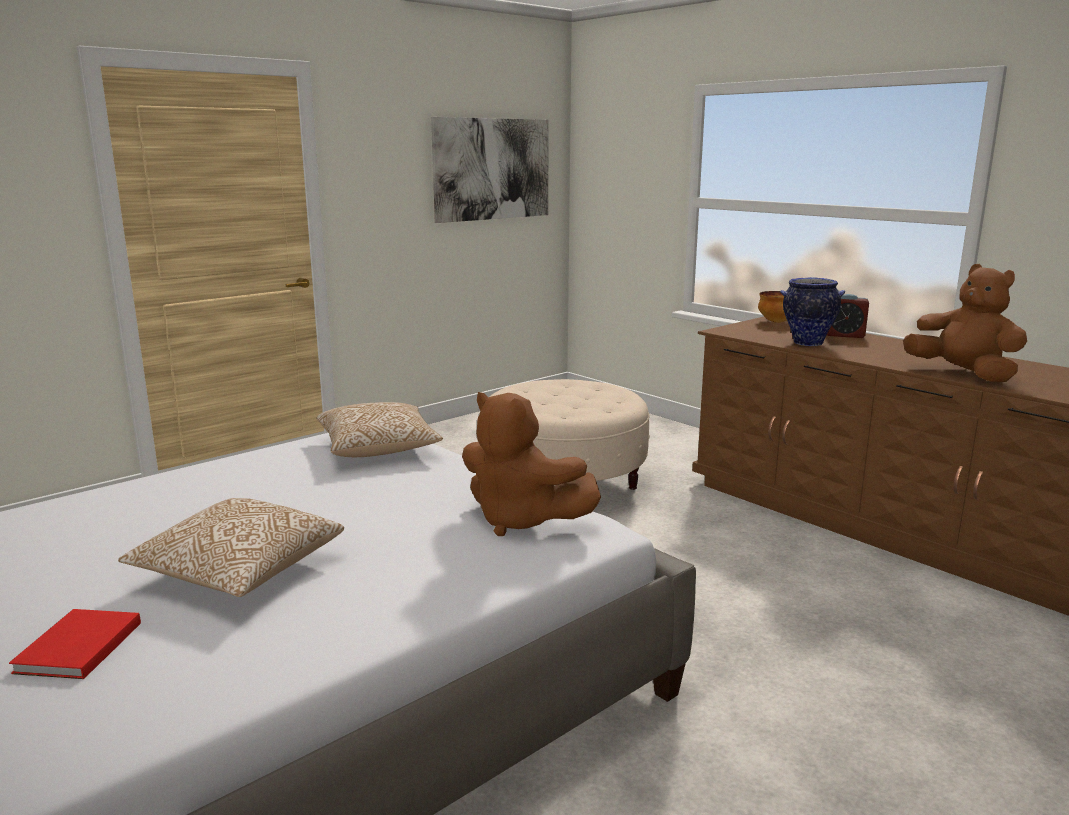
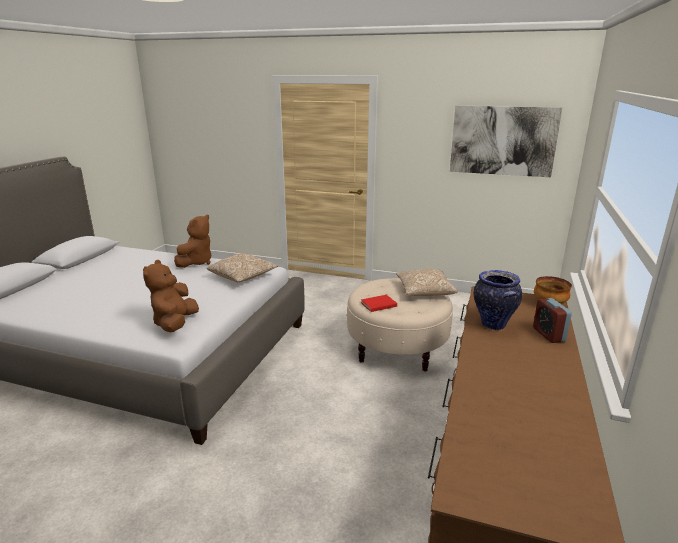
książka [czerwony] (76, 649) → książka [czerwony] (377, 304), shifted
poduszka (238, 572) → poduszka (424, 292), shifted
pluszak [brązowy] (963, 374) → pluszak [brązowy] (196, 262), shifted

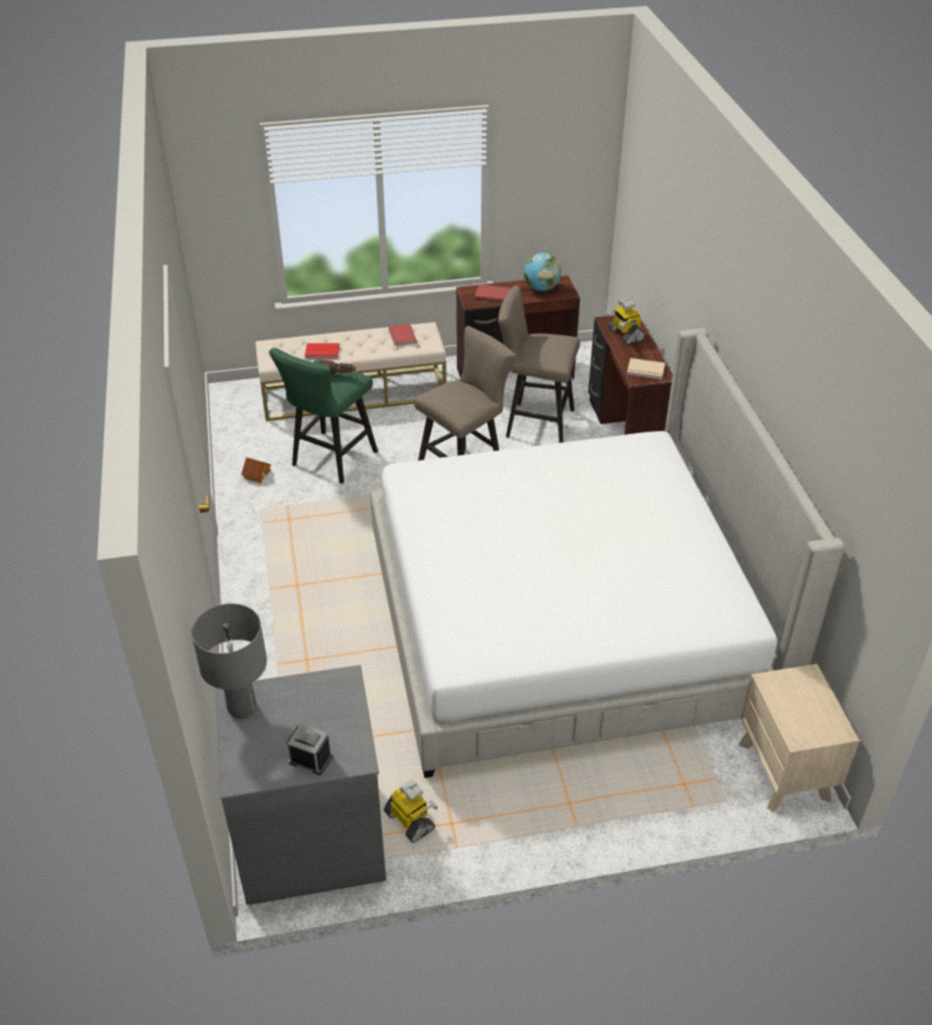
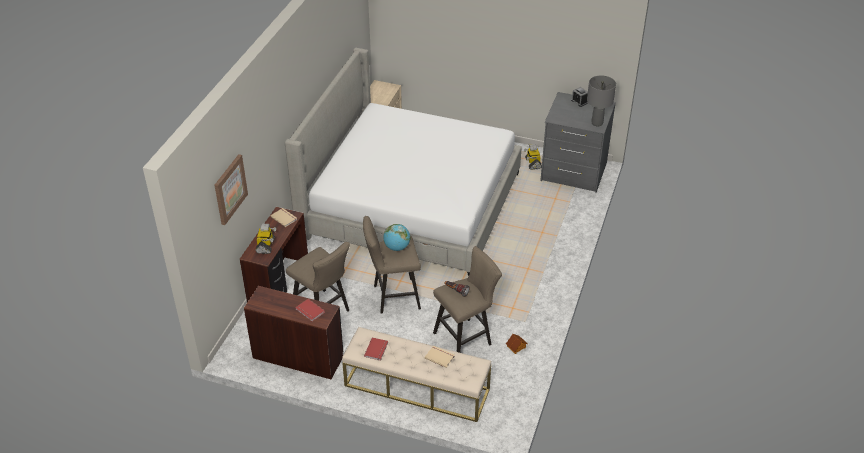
stołek [zielony] (330, 461) → stołek [beżowy] (466, 338)
książka [czerwony] (322, 353) → książka [beżowy] (440, 357)
globus (541, 288) → globus (397, 247), shifted
- → obraz (230, 189)

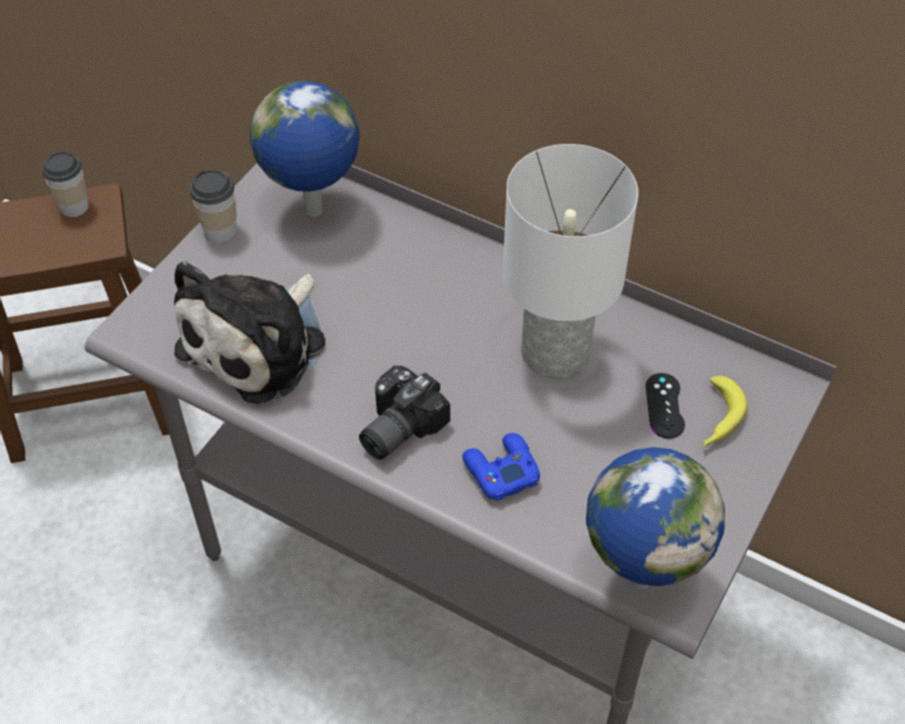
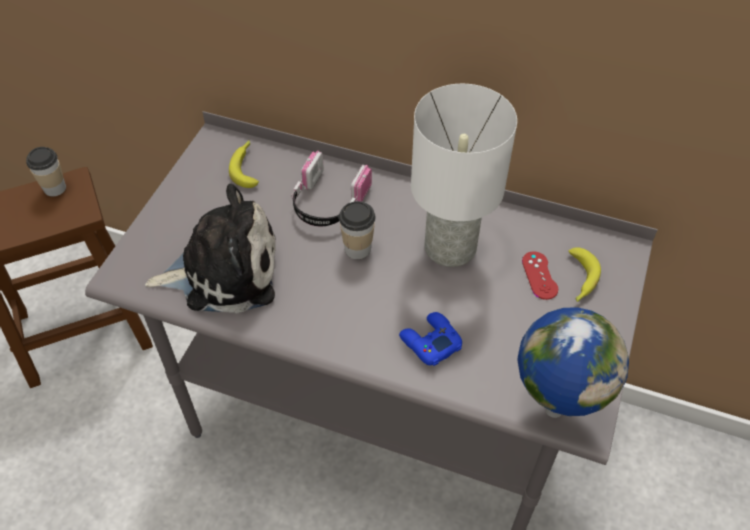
pluszak (259, 343) → pluszak (224, 271), 120 degrees counterclockwise
filiżanka (220, 231) → filiżanka (357, 249), shifted
globus (314, 212) → banan (246, 167)
aparat fotograficzny (395, 427) → -
pad do gier [czarny] (664, 406) → pad do gier [czerwony] (539, 275)
- → słuchawki (328, 203)

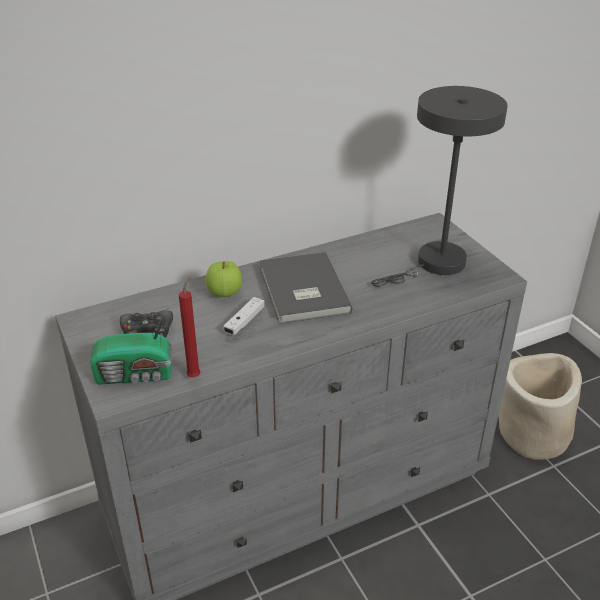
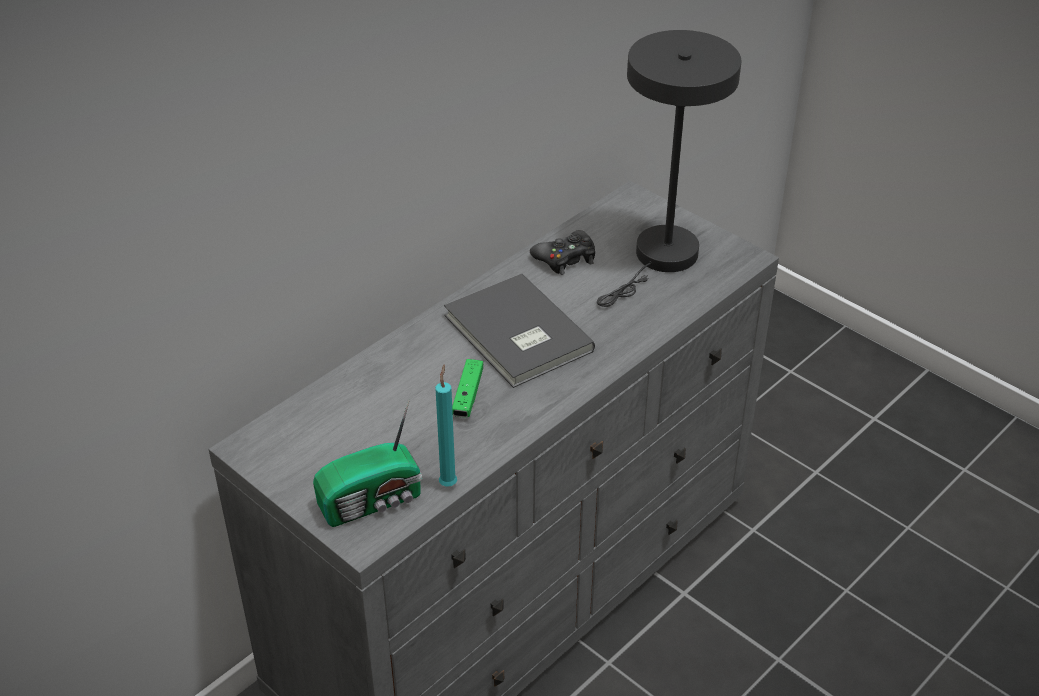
pad do gier [czarny] (147, 331) → pad do gier [czarny] (565, 258), shifted
świeca [czerwony] (195, 375) → świeca [turkusowy] (448, 482)
jabłko (224, 293) → -
pad do gier [biały] (244, 321) → pad do gier [zielony] (468, 395)
donica [beżowy] (532, 434) → -

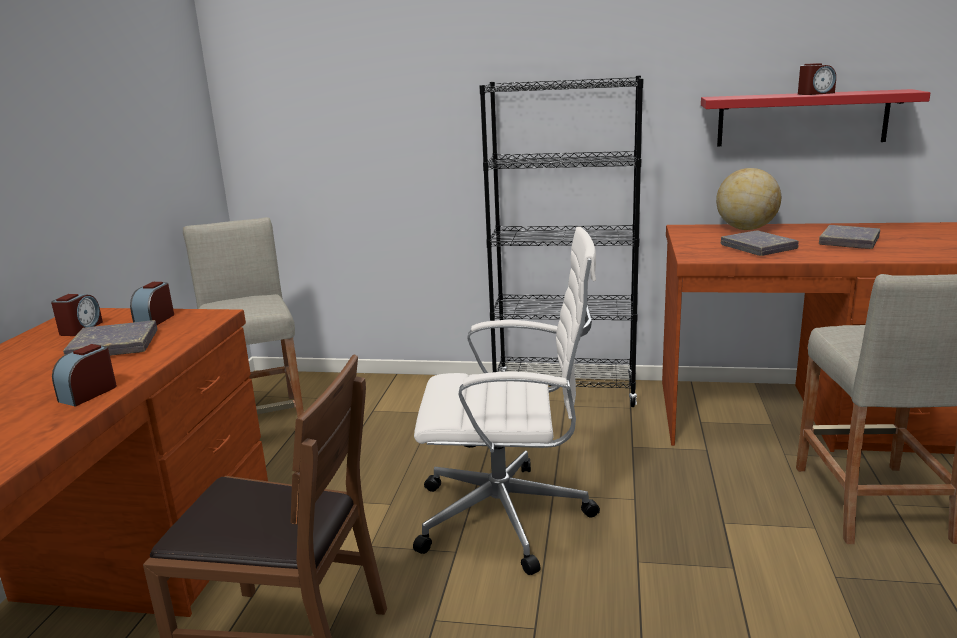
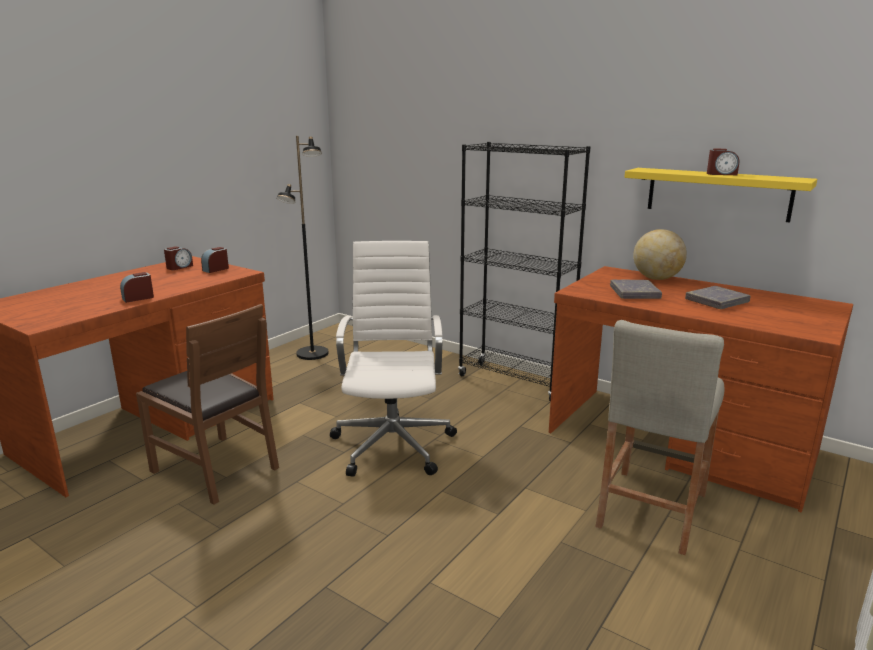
książka [szary] (114, 346) → -
stołek [beżowy] (260, 424) → lampa stojąca [czarny] (312, 354)
krzesło biurowe [biały] (508, 517) → krzesło biurowe [biały] (393, 443), 120 degrees counterclockwise
półka [czerwony] (801, 118) → półka [żółty] (718, 194)

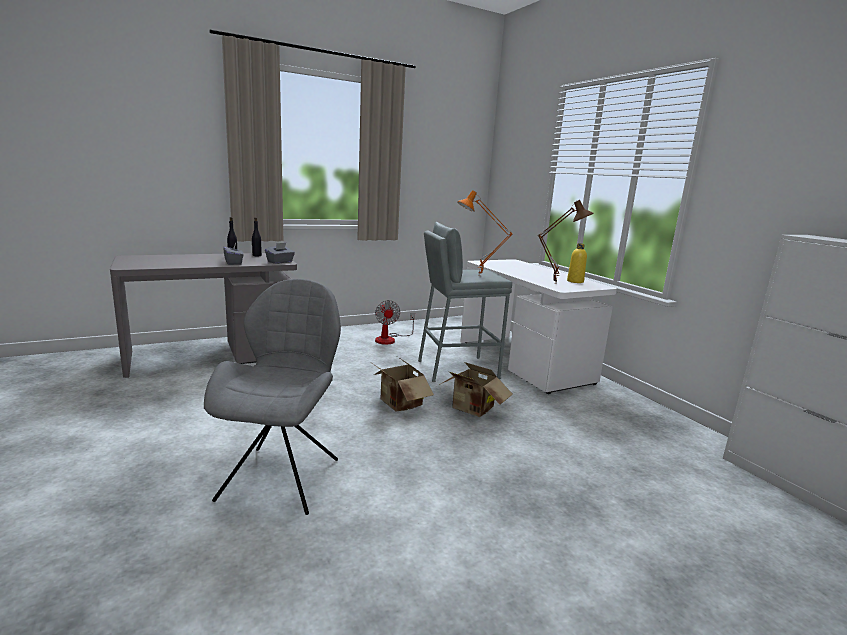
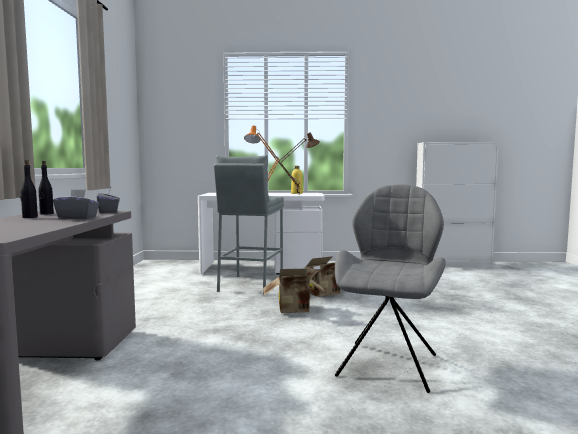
krzesło [szary] (282, 476) → krzesło [szary] (388, 363), 75 degrees clockwise
wentylator (390, 339) → -

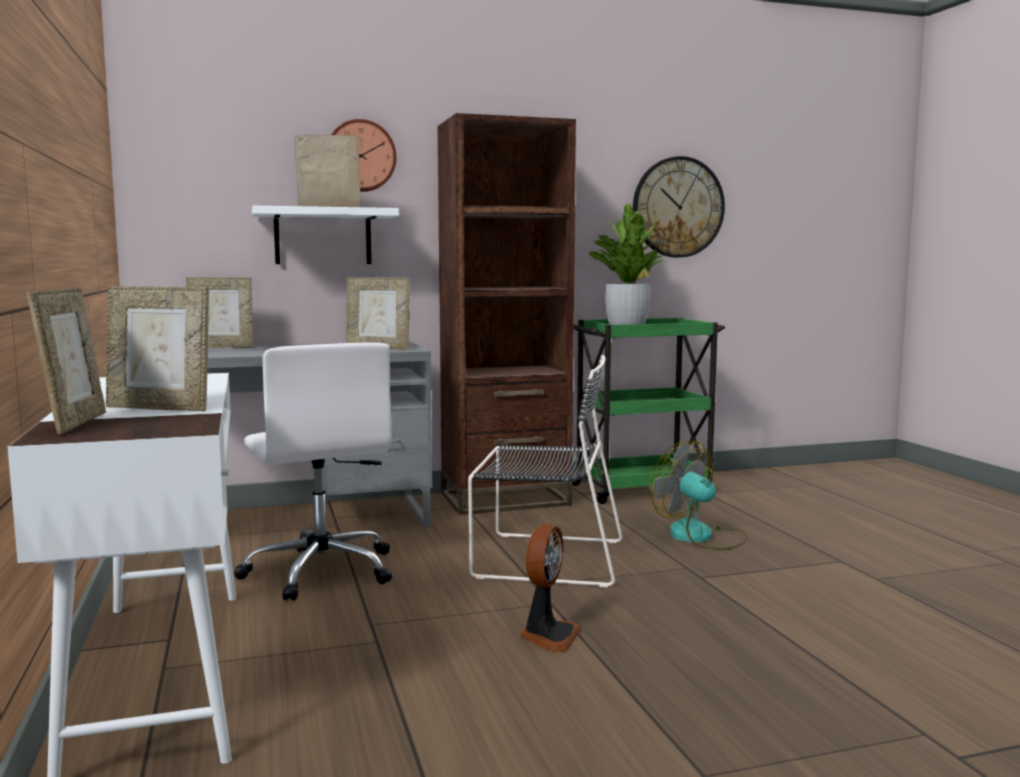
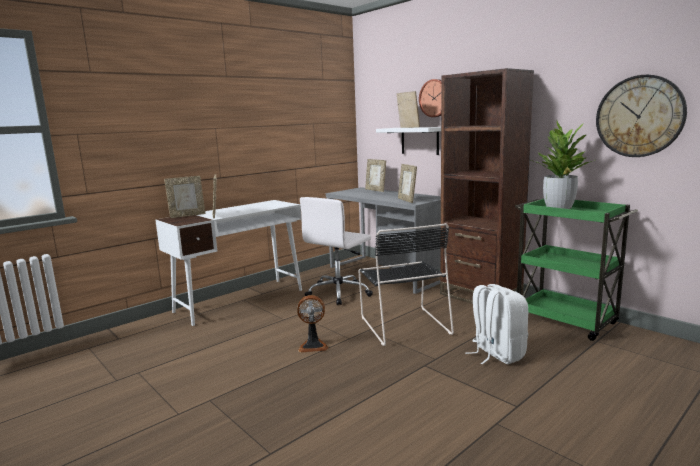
wentylator (701, 537) → plecak [biały] (496, 354)

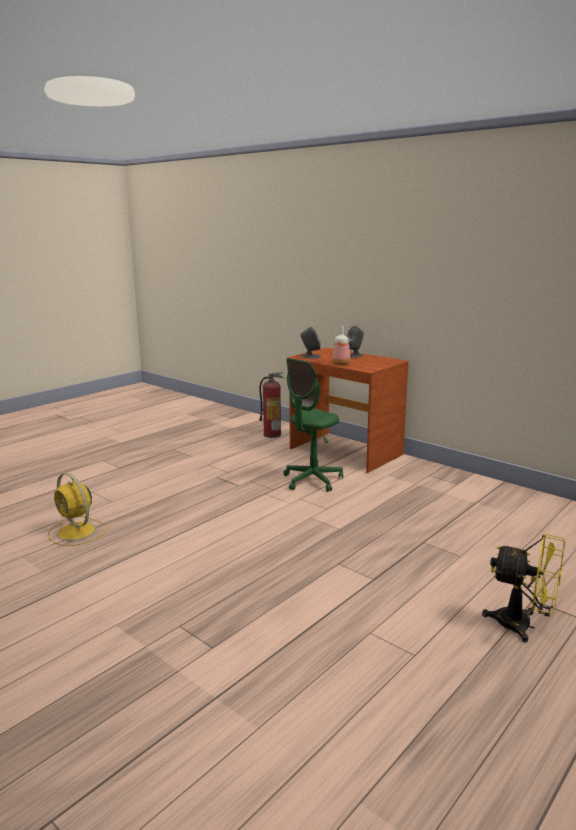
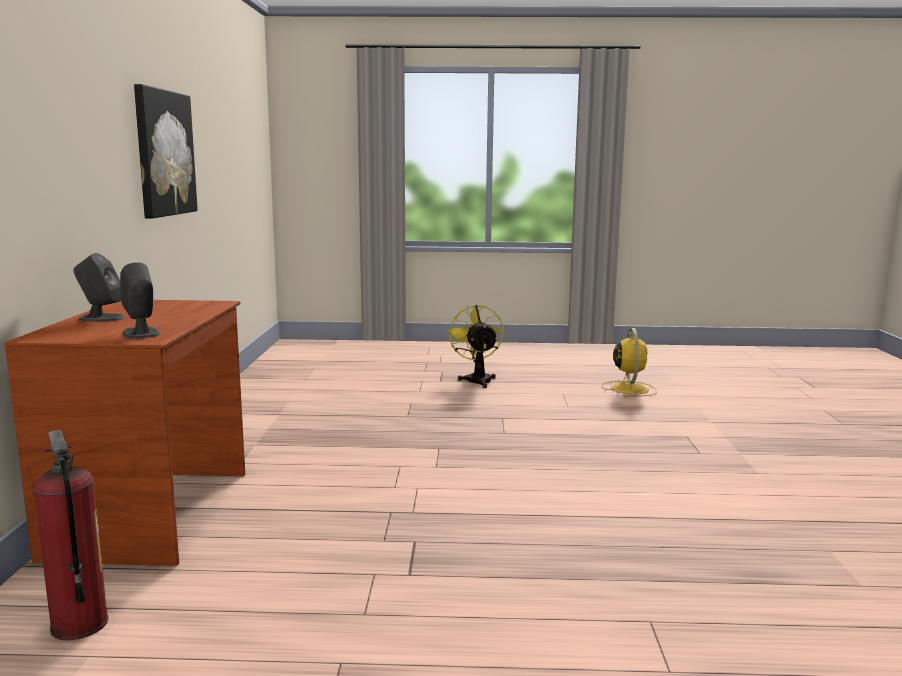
wentylator [żółty] (77, 532) → wentylator [żółty] (629, 388), shifted
krzesło biurowe [zielony] (312, 480) → -
butelka (341, 363) → -
- → obraz (164, 153)

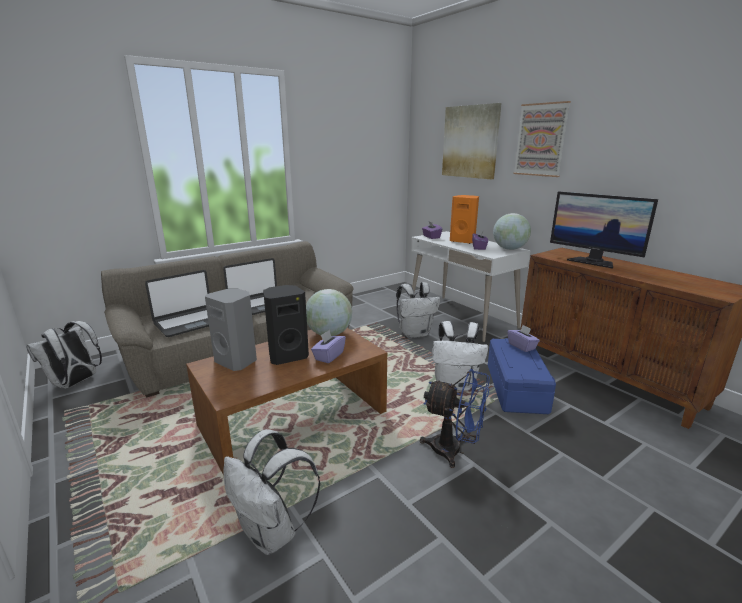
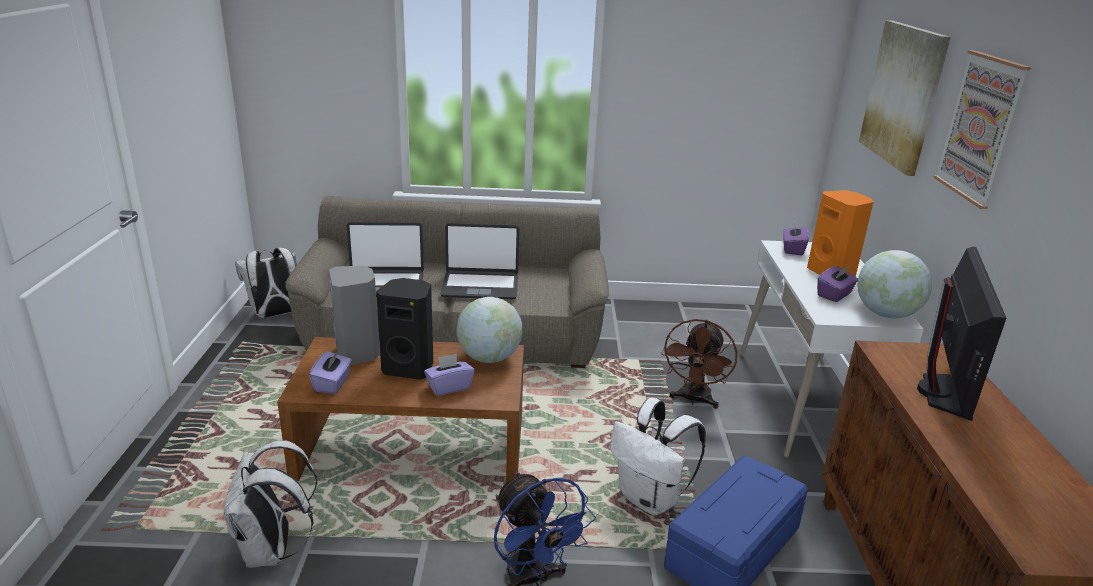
plecak [biały] (415, 333) → wentylator [brązowy] (694, 400)
pudełko chusteczek [fioletowy] (522, 346) → pudełko chusteczek [fioletowy] (332, 384), shifted
monitor (592, 262) → monitor (942, 393), 150 degrees counterclockwise

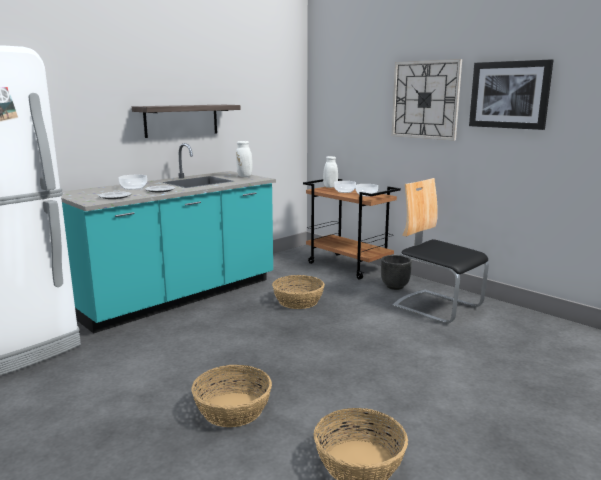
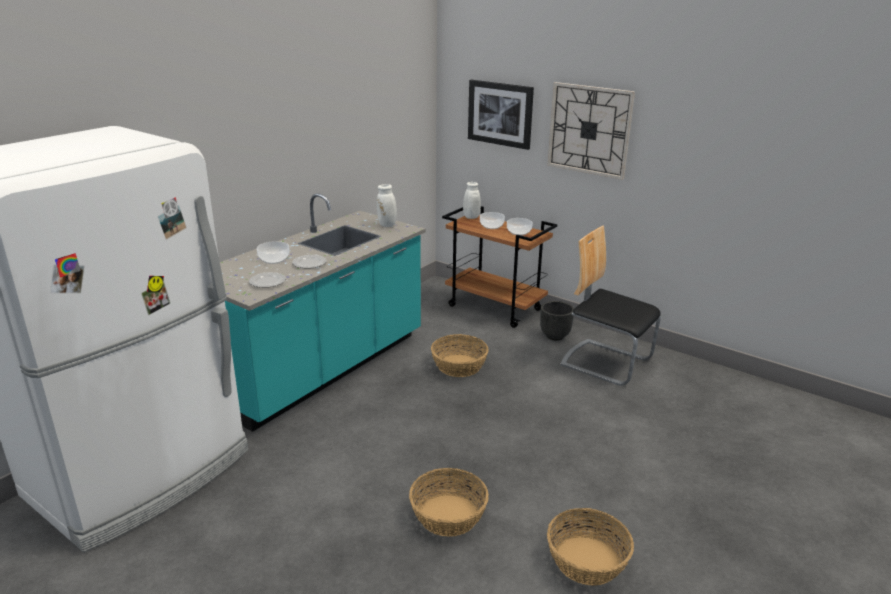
półka (181, 120) → -
obraz (509, 95) → obraz (500, 114), shifted

